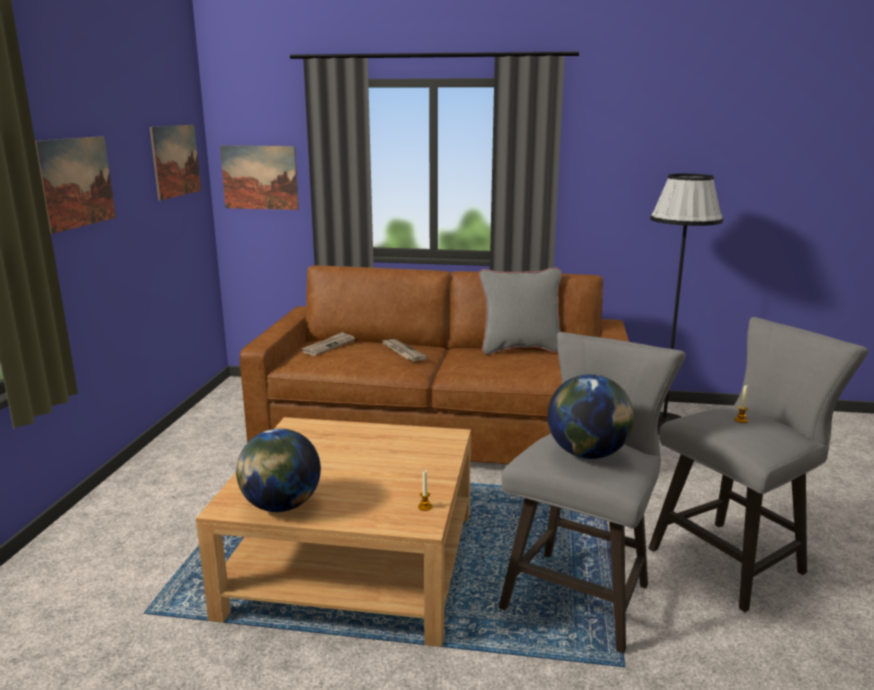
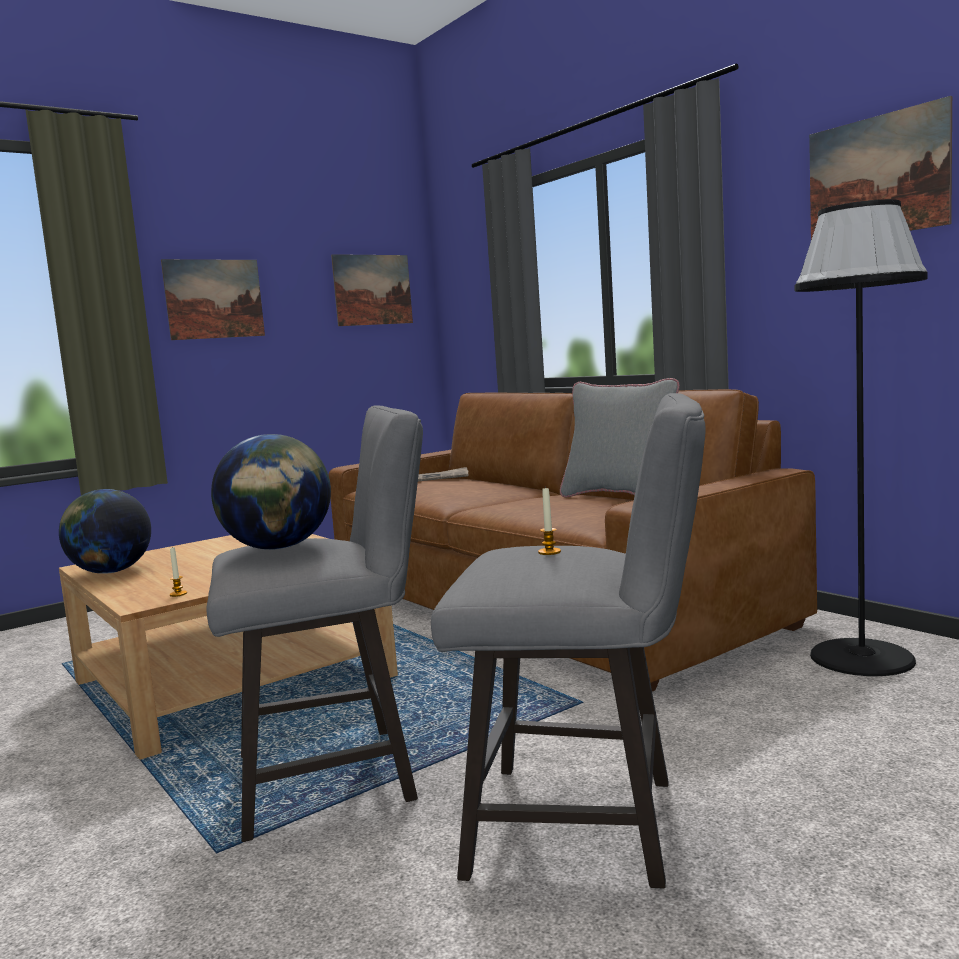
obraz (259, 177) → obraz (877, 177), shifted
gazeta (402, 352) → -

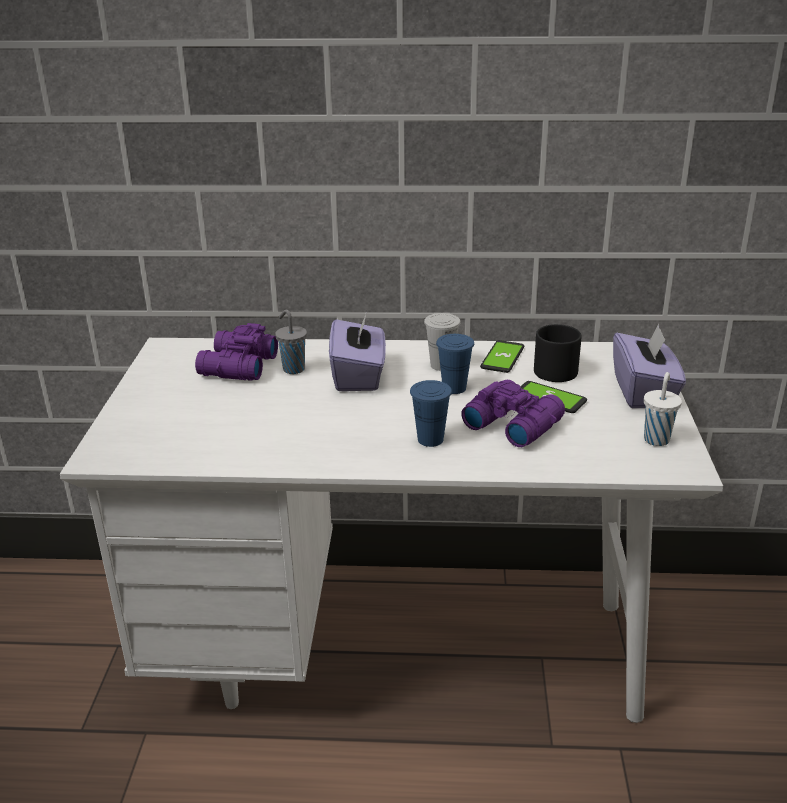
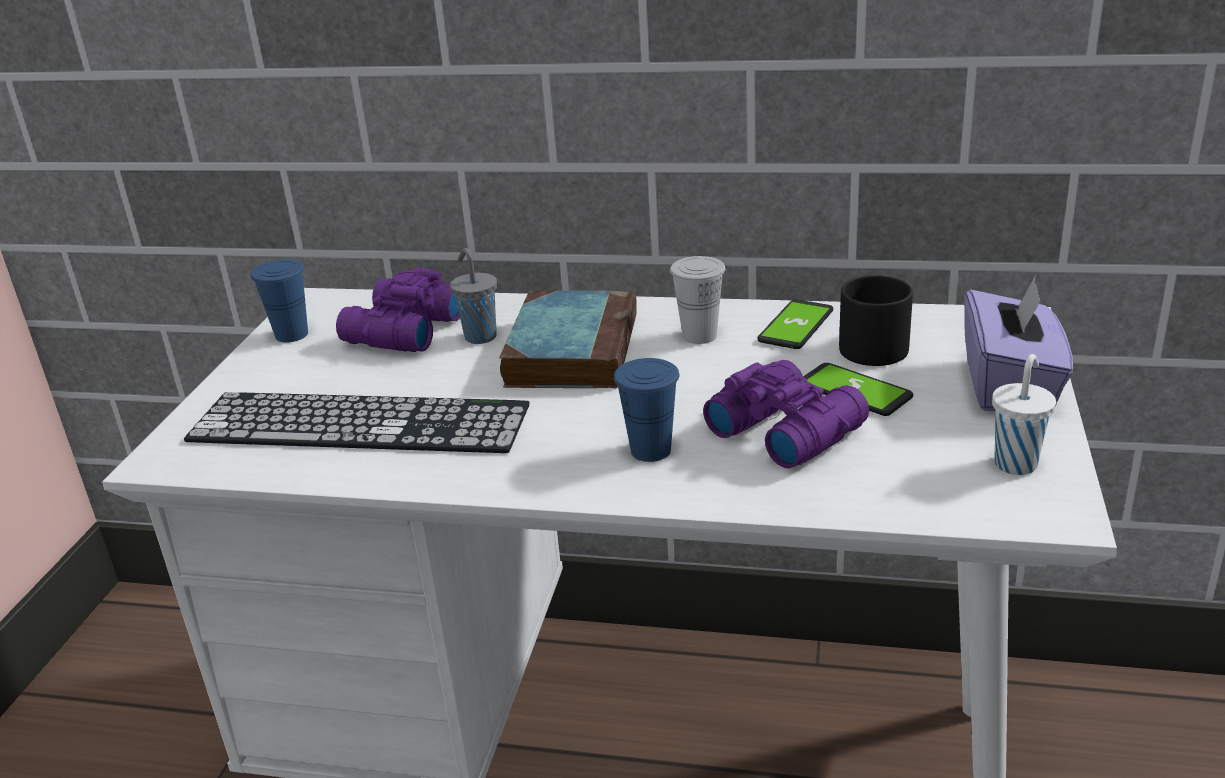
pudełko chusteczek [fioletowy] (359, 376) → książka (571, 349)
filiżanka [niebieski] (454, 388) → filiżanka [niebieski] (291, 335), shifted
- → klawiatura (359, 423)

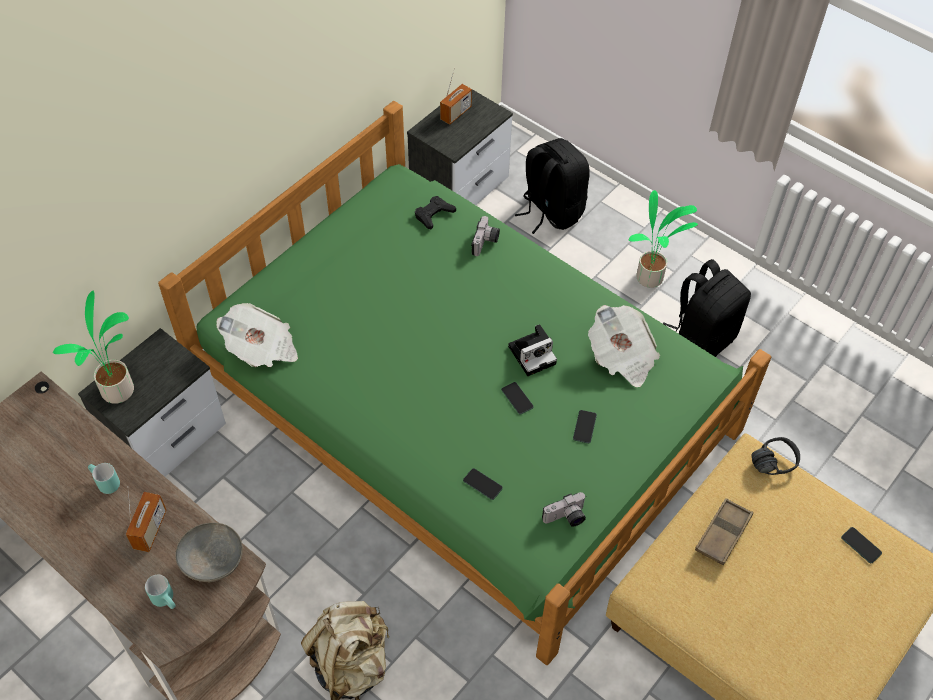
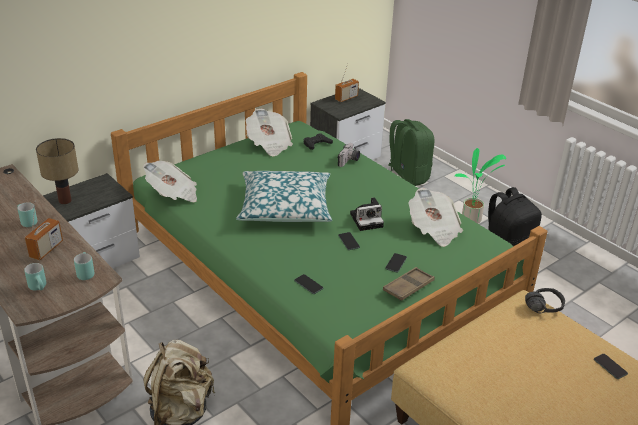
roślina doniczkowa (119, 392) → lampa stołowa (64, 200)
miska [szary] (215, 563) → kubek [turkusowy] (84, 273)
plecak [czarny] (550, 211) → plecak [zielony] (406, 177)
aparat fotograficzny (566, 518) → -
taca [brązowy] (723, 534) → taca [brązowy] (408, 287), shifted
- → poduszka (285, 207)
- → gazeta (269, 144)

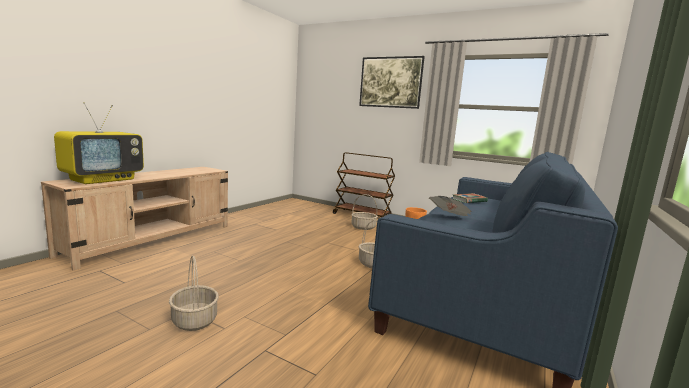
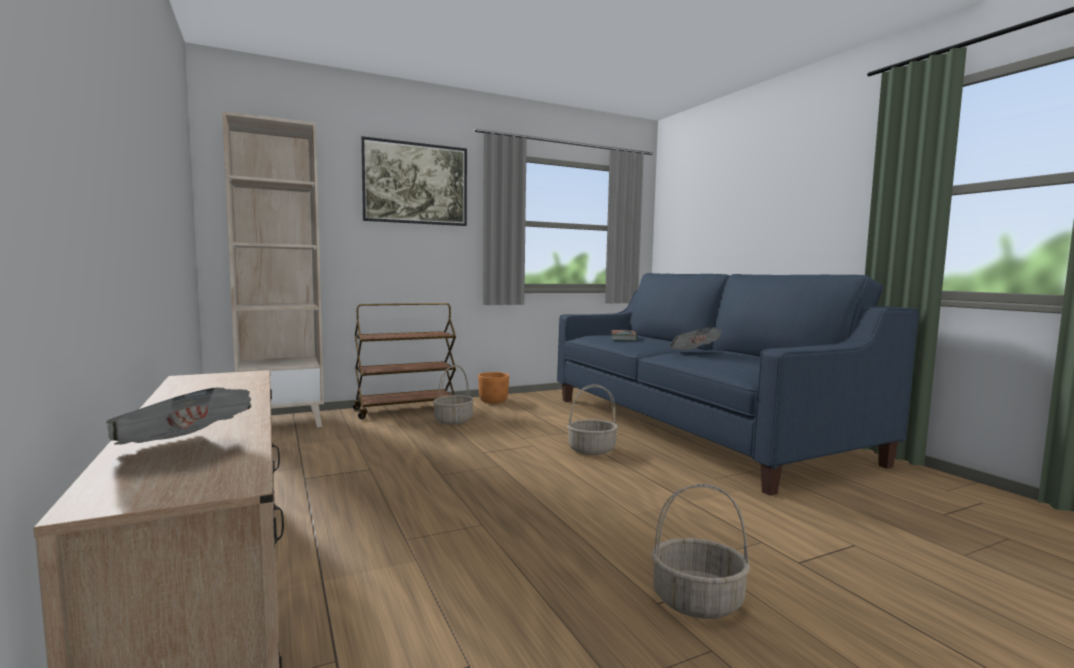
telewizor (103, 179) → gazeta (184, 452)
- → regał [beżowy] (282, 422)

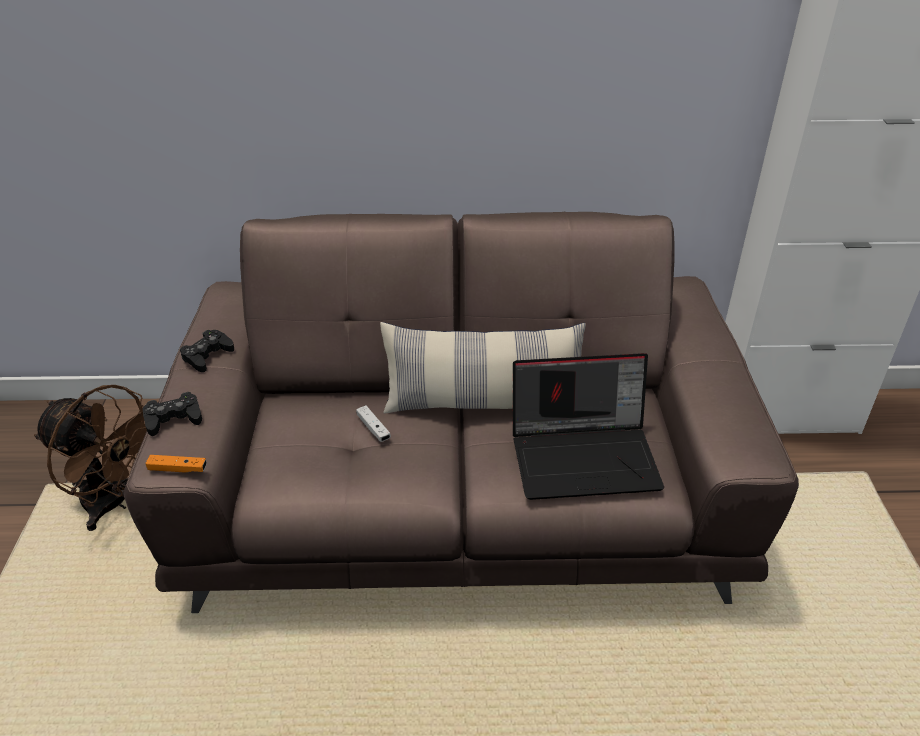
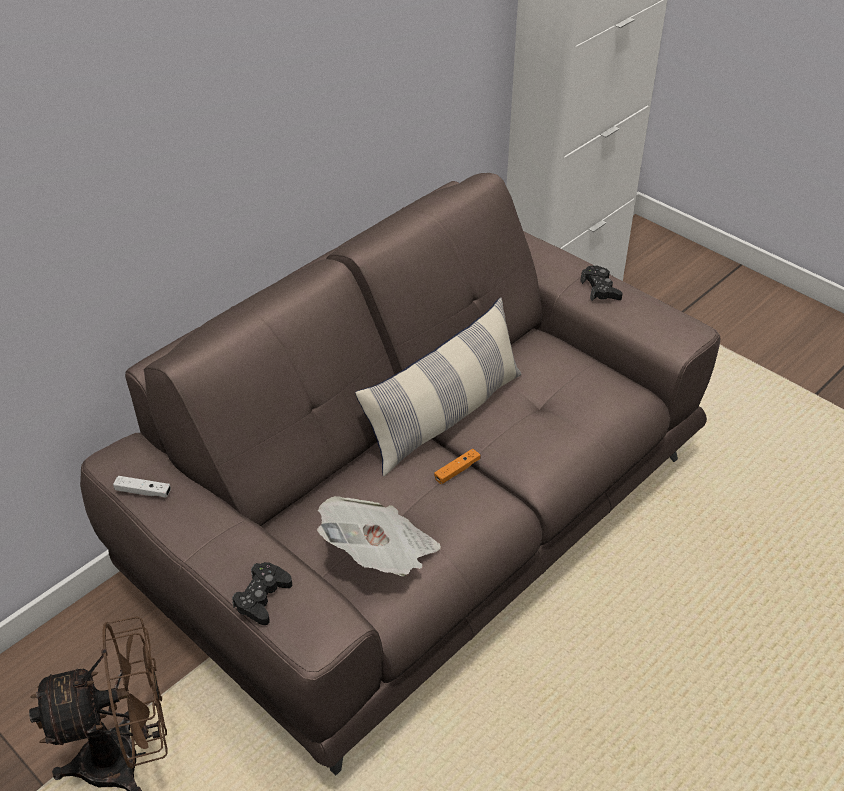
pad do gier [pomarańczowy] (178, 469) → pad do gier [pomarańczowy] (457, 470), shifted
pad do gier [czarny] (207, 355) → pad do gier [czarny] (600, 289), shifted
pad do gier [biały] (373, 428) → pad do gier [biały] (143, 492), shifted
laptop (585, 456) → -
- → gazeta (380, 555)

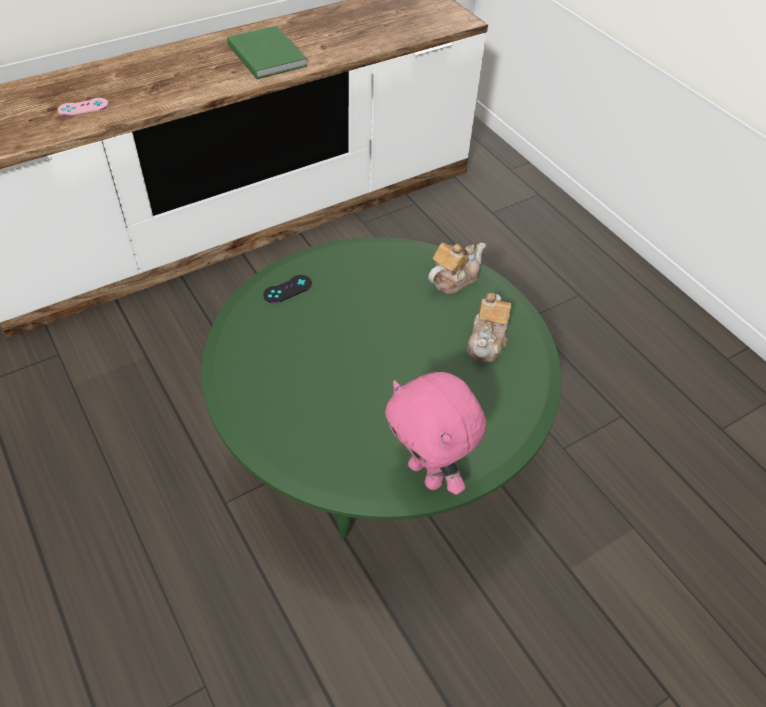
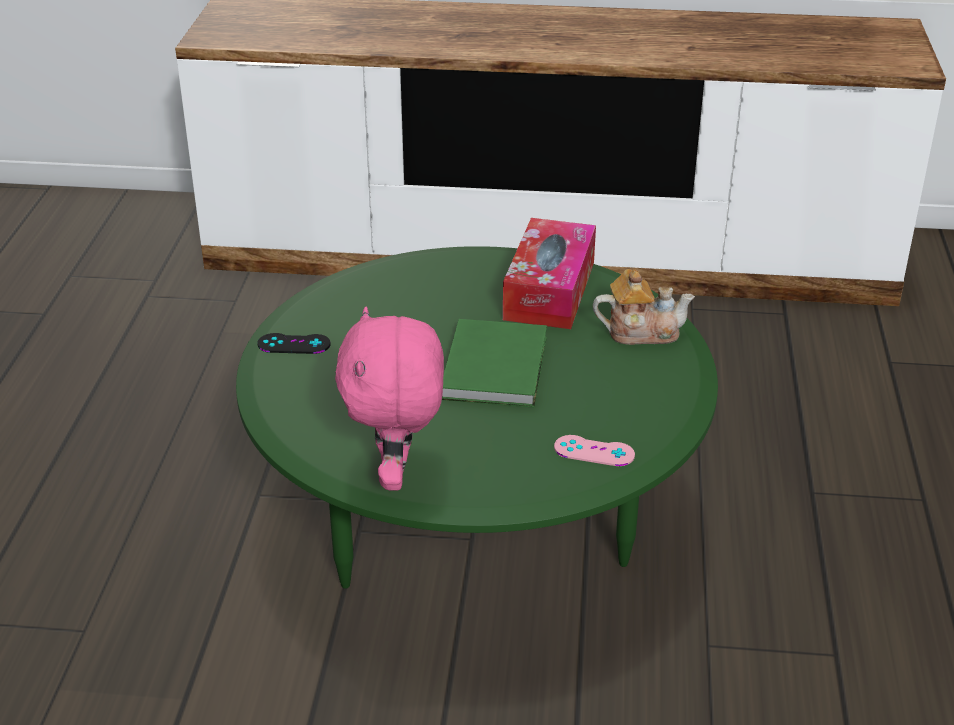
pad do gier [różowy] (83, 107) → pad do gier [różowy] (594, 451), shifted
książka [zielony] (267, 54) → książka [zielony] (497, 366), shifted
pad do gier [czarny] (287, 289) → pad do gier [czarny] (294, 344), shifted
imbryk (487, 342) → -
- → pudełko chusteczek (549, 290)

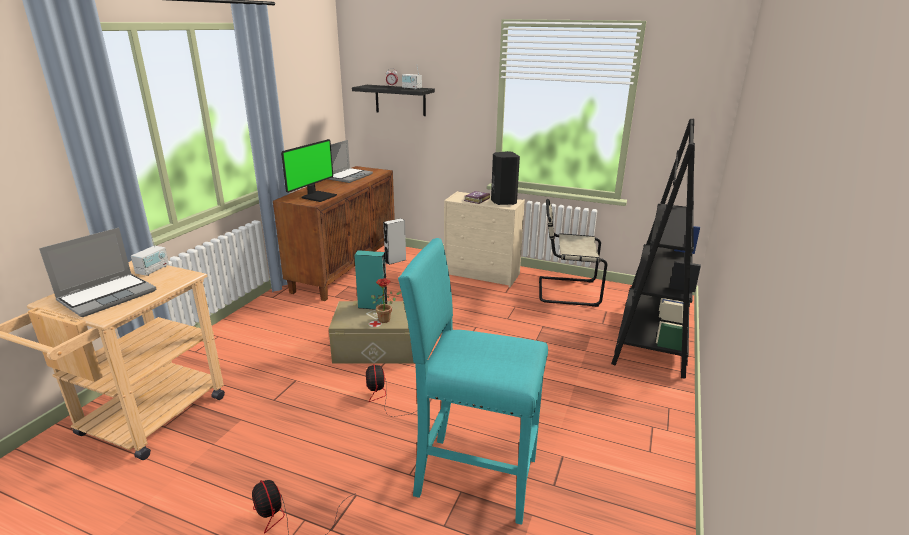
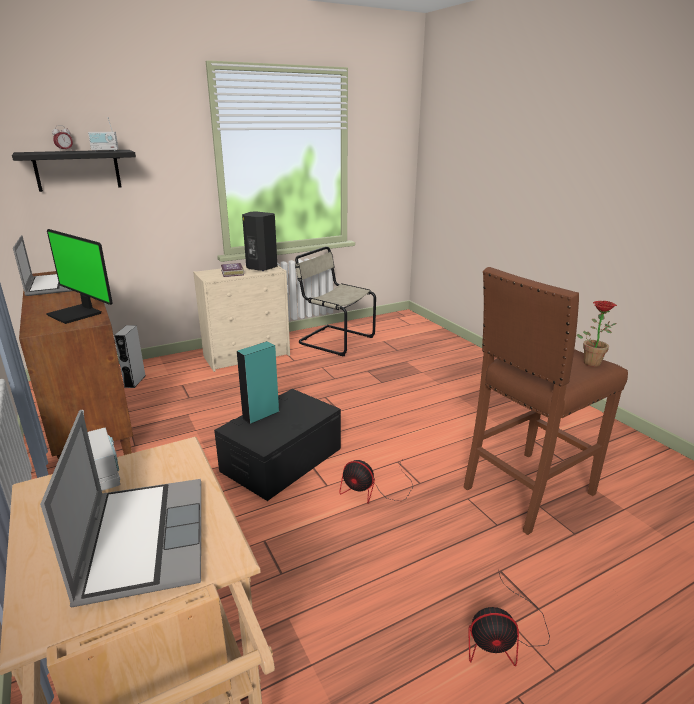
monitor (318, 196) → monitor (77, 314), 150 degrees clockwise
pojemnik do przechowywania [beżowy] (378, 347) → pojemnik do przechowywania [czarny] (281, 459)
roślina doniczkowa (386, 319) → roślina doniczkowa (590, 361), shifted
stołek [turkusowy] (473, 476) → stołek [brązowy] (525, 491)
krzesło [beżowy] (565, 291) → krzesło [beżowy] (334, 340), 75 degrees clockwise
regał [czarny] (651, 337) → -

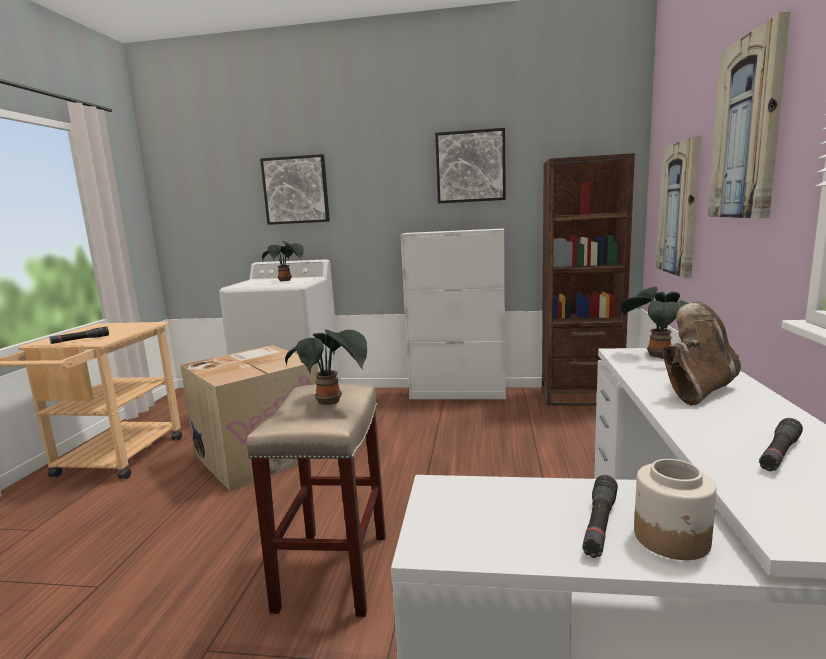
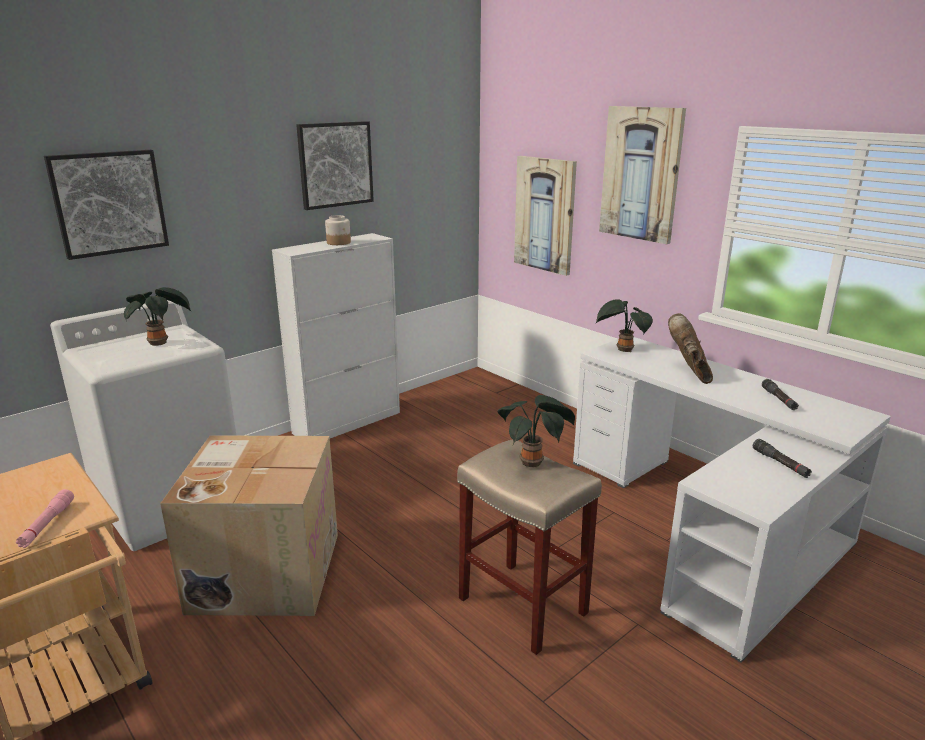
latarka [czarny] (80, 340) → latarka [różowy] (47, 524)
regał [brązowy] (580, 396) → -
słoik (672, 538) → słoik (339, 242), shifted

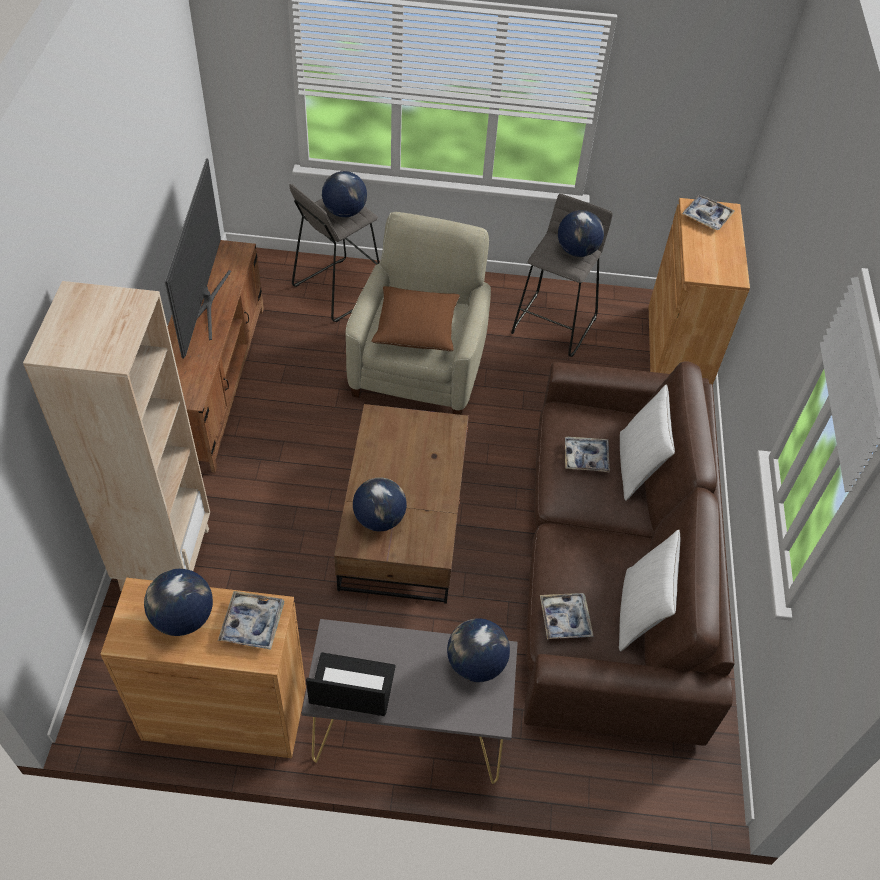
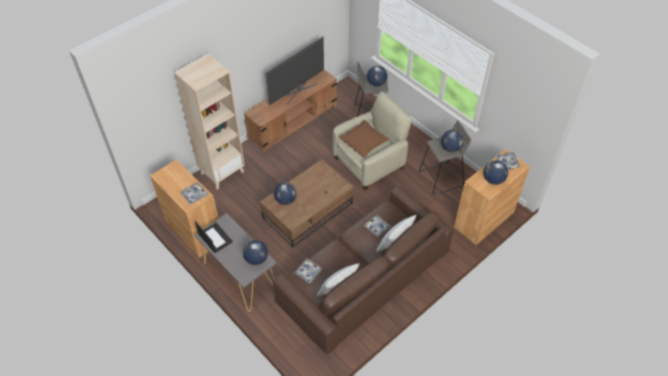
globus (183, 618) → globus (493, 180), shifted

